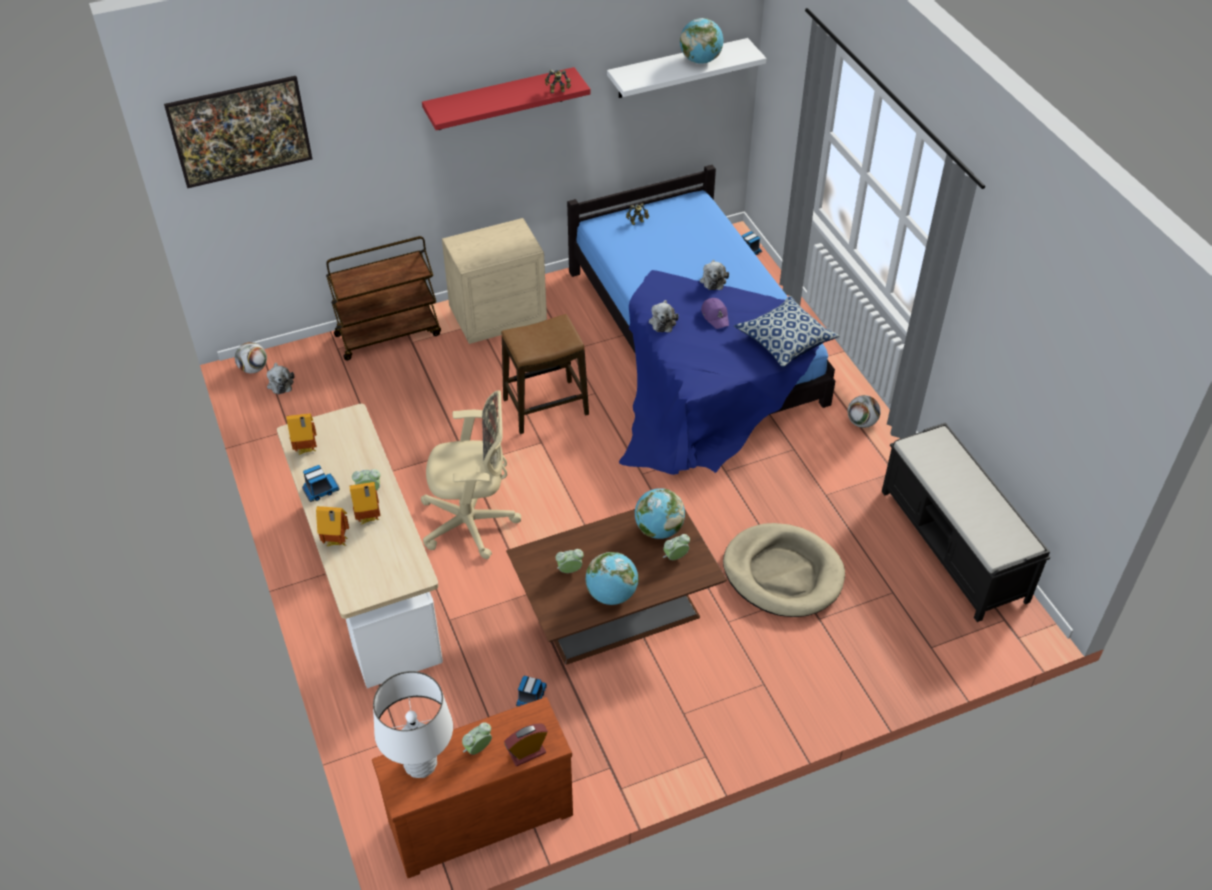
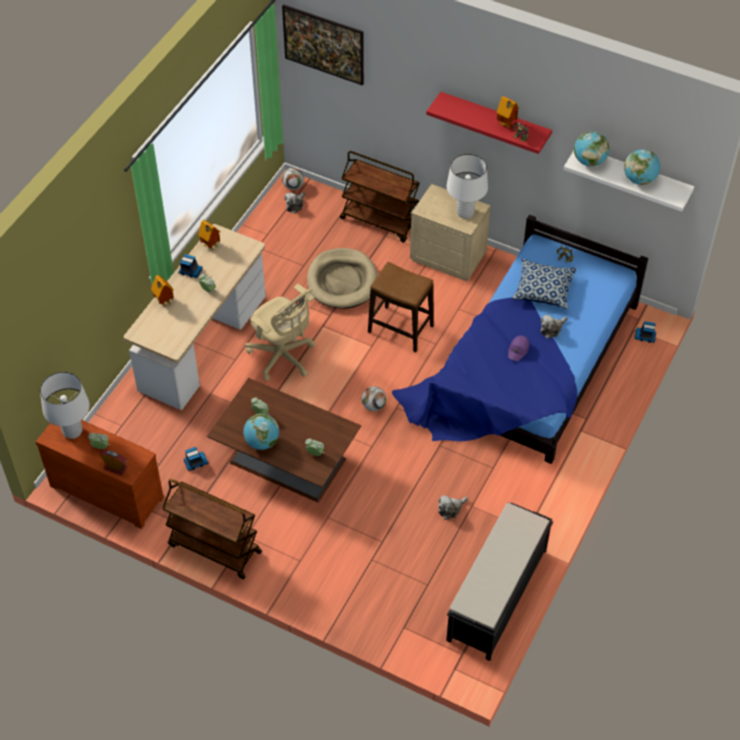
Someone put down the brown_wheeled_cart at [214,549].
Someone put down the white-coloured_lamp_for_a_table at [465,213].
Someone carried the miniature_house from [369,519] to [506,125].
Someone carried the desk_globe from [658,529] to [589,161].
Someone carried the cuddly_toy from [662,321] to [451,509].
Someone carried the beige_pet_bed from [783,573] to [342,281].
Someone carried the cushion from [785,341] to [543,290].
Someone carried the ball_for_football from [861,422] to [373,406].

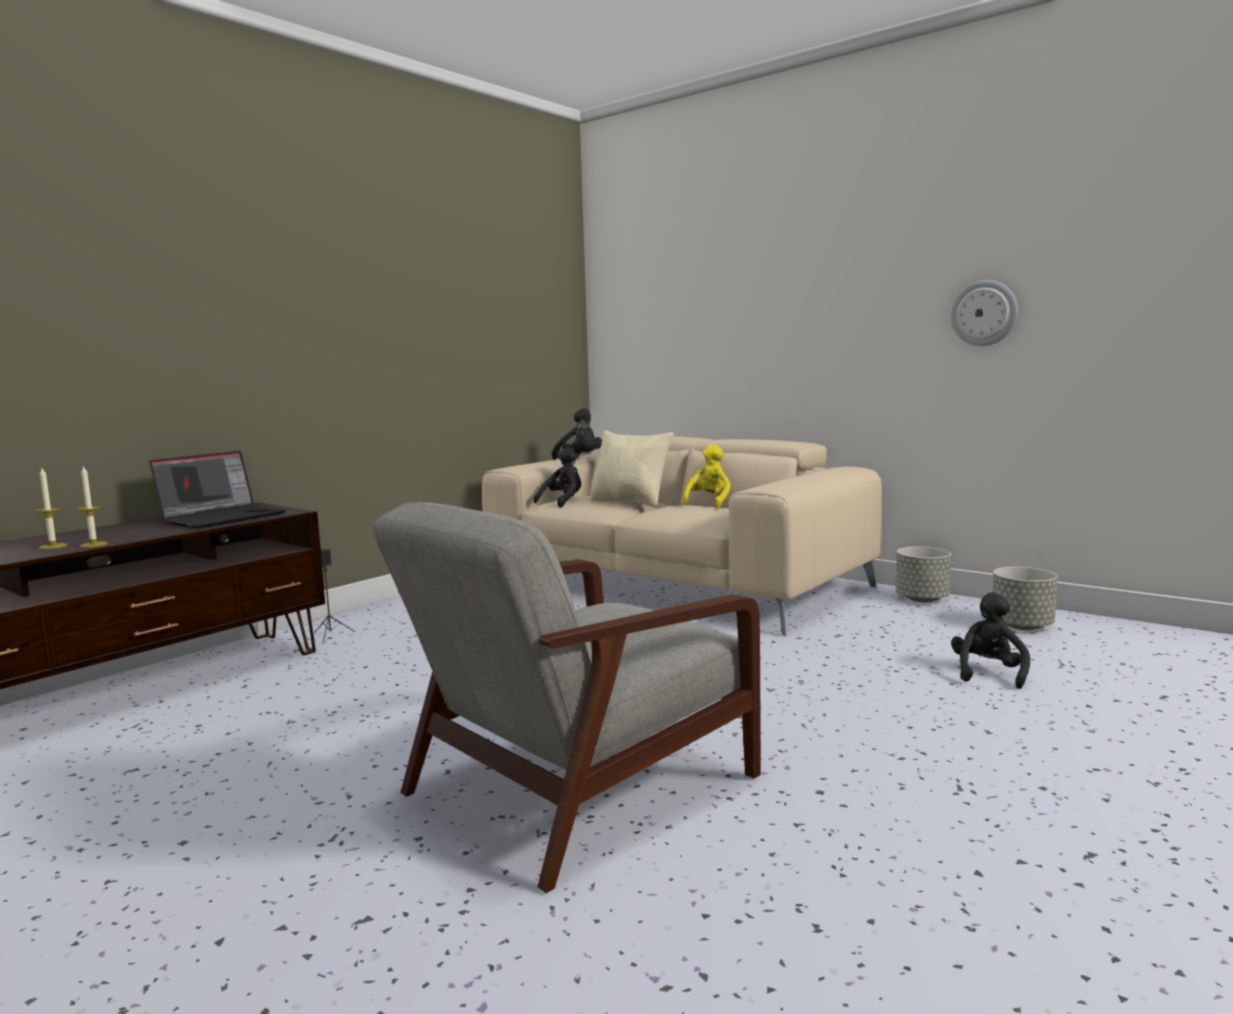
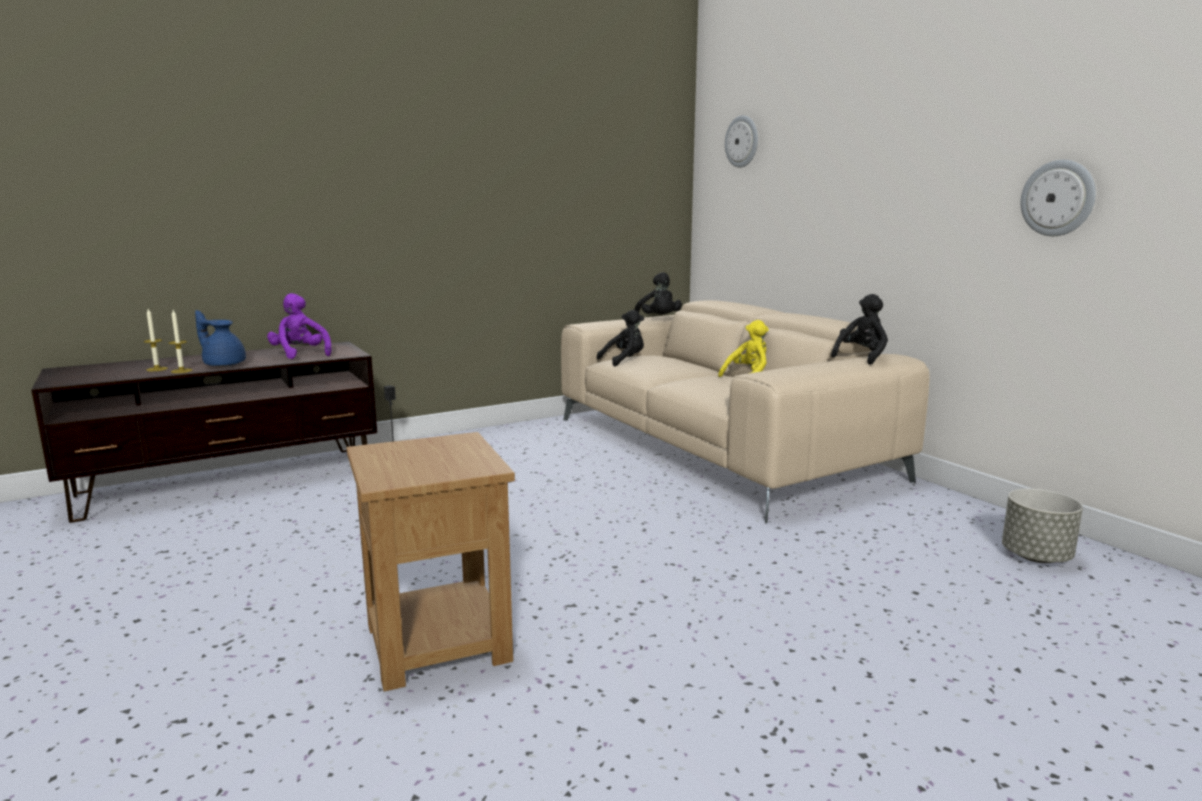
Someone took away the beige_cushion at [630,502].
Someone took away the greyish_flower_pot at [922,599].
Someone put down the blue-coloured_teapot at [223,364].
Someone put up the wall_clock at [742,141].
Someone carried the black-coloured_cuddly_toy from [988,673] to [861,357].
Someone swapped the laptop at [223,517] for the purple-coloured_cuddly_toy at [300,354].
Someone swapped the greyish_lounge_chair at [576,787] for the brown_side_table at [436,641].

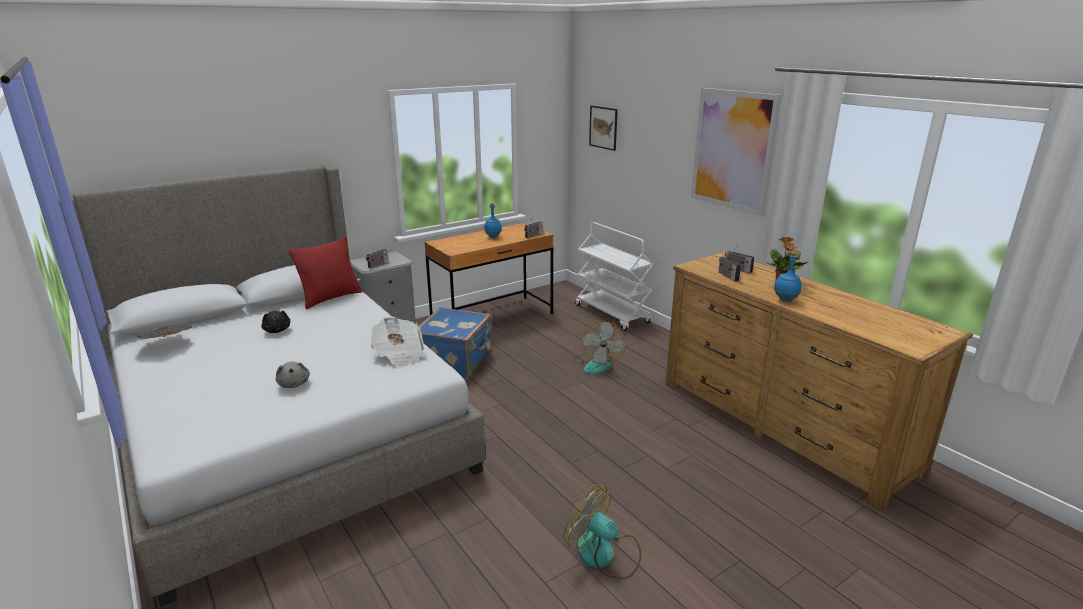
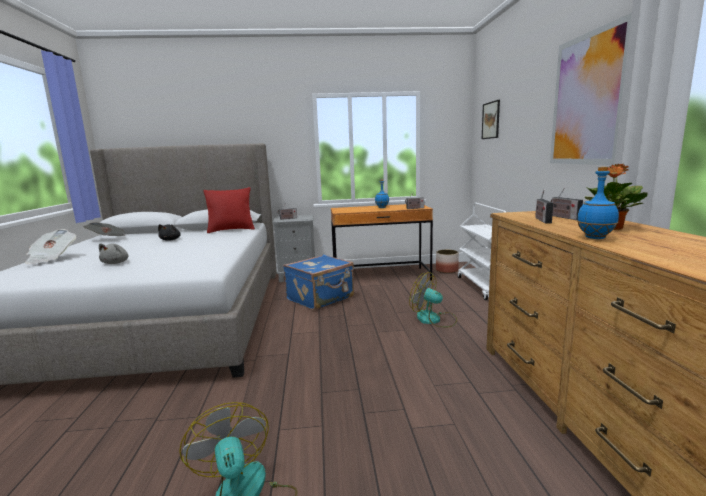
Someone put down the flower_pot at [446,270].
Someone carried the printed_paper from [399,355] to [51,258].
Someone rotated the electric_fan at [597,364] by 90 degrees clockwise.

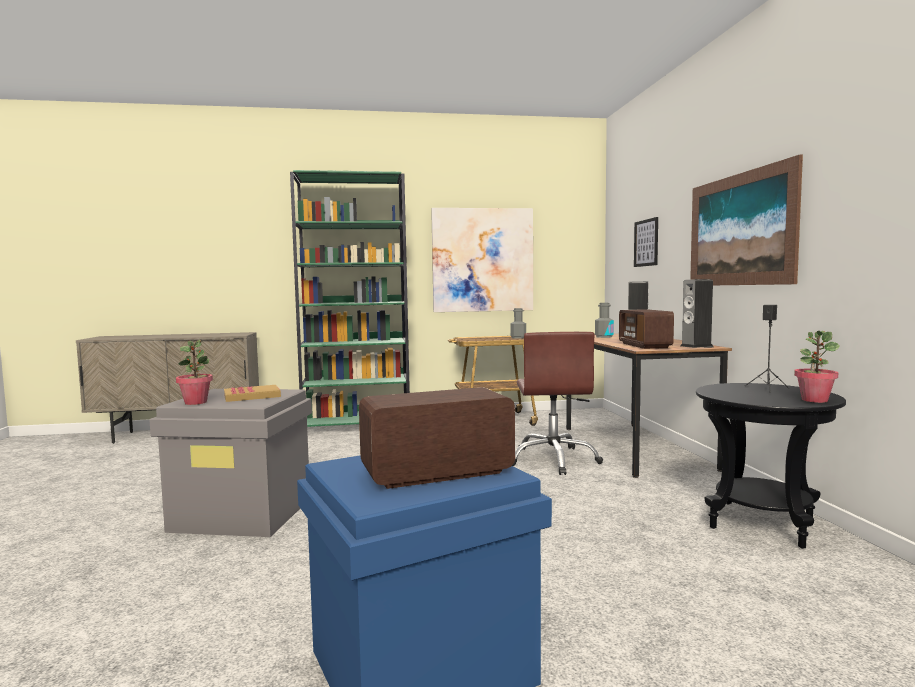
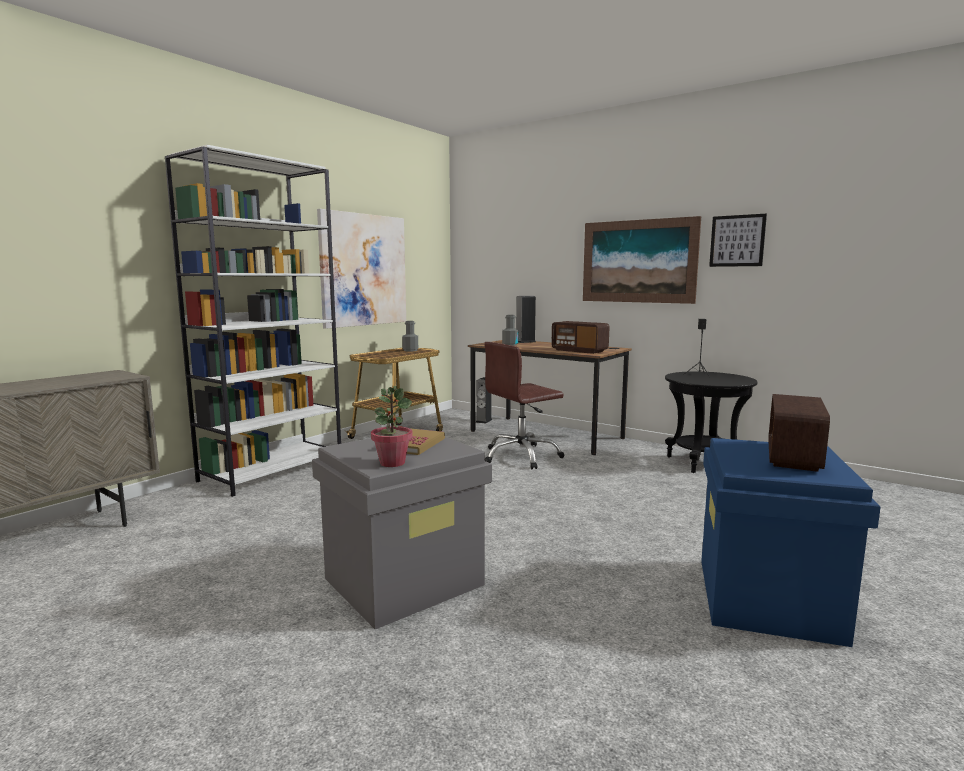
Someone took away the plant_in_a_pot at [814,400].
Someone carried the wall_picture from [646,243] to [737,241].
Someone carried the audio_speaker from [696,346] to [484,421].
Someone repainted the green_bookshelf at [358,426], which became the white-coloured_bookshelf at [273,470].
Someone rotated the brown_computer_chair at [553,460] by 105 degrees clockwise.

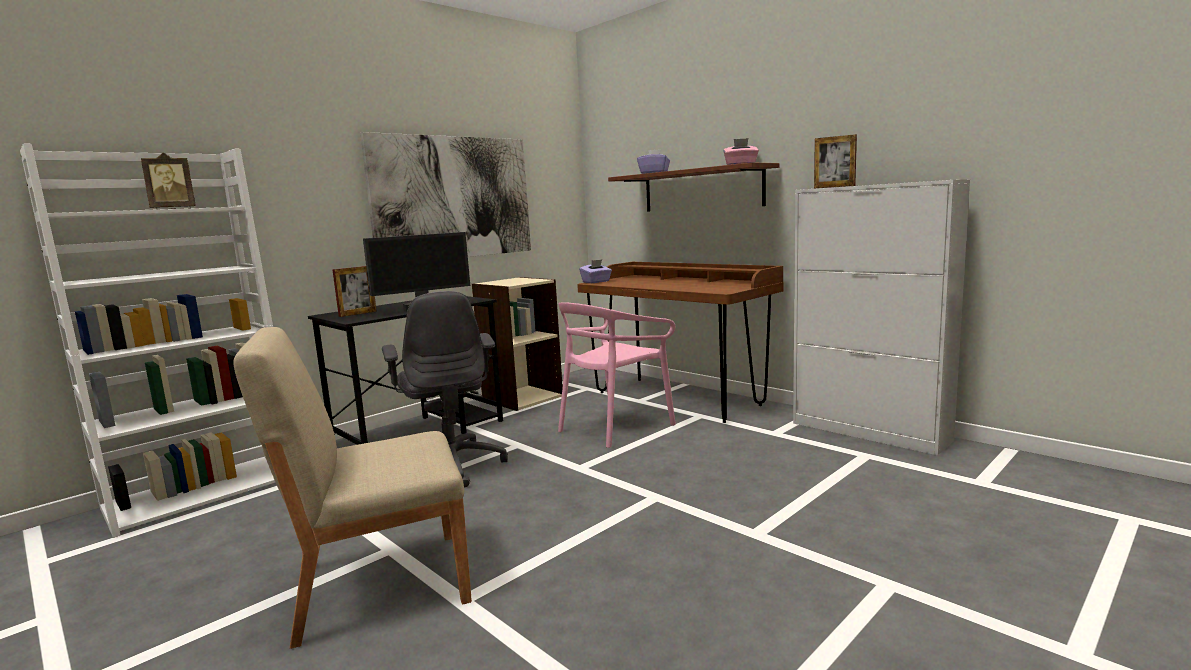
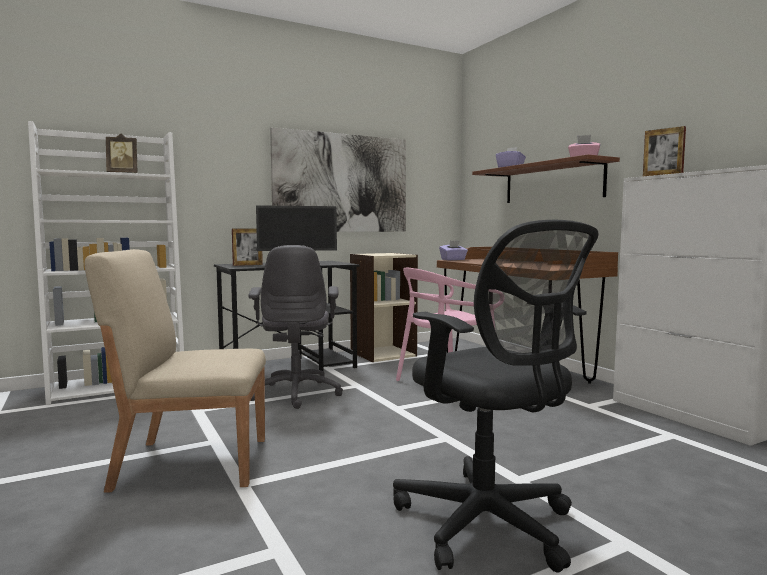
Someone put down the black-coloured_computer_chair at [489,526].

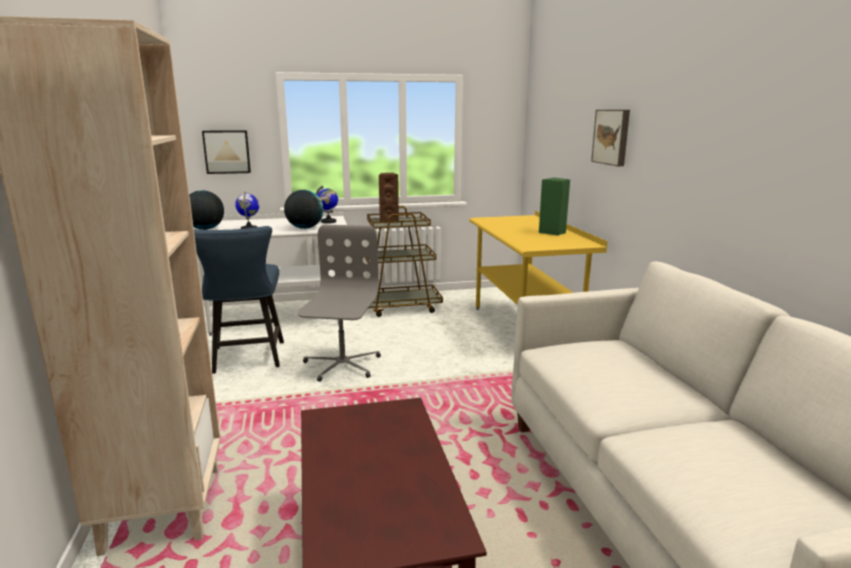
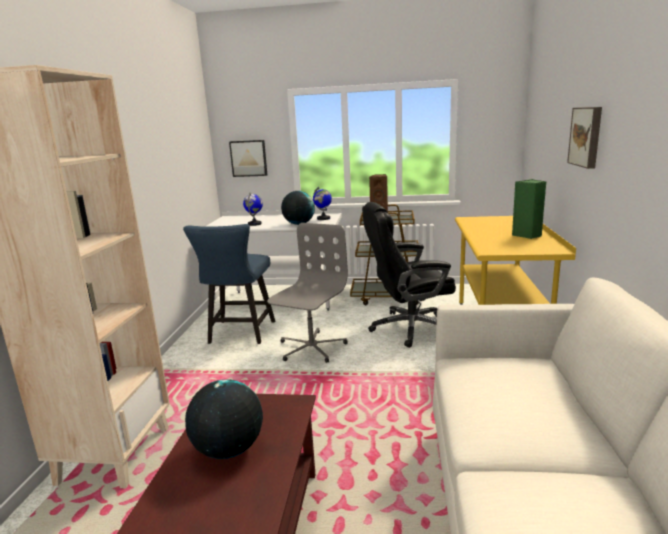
Someone put down the black-coloured_computer_chair at [409,328].
Someone carried the desk_globe from [205,229] to [228,450].

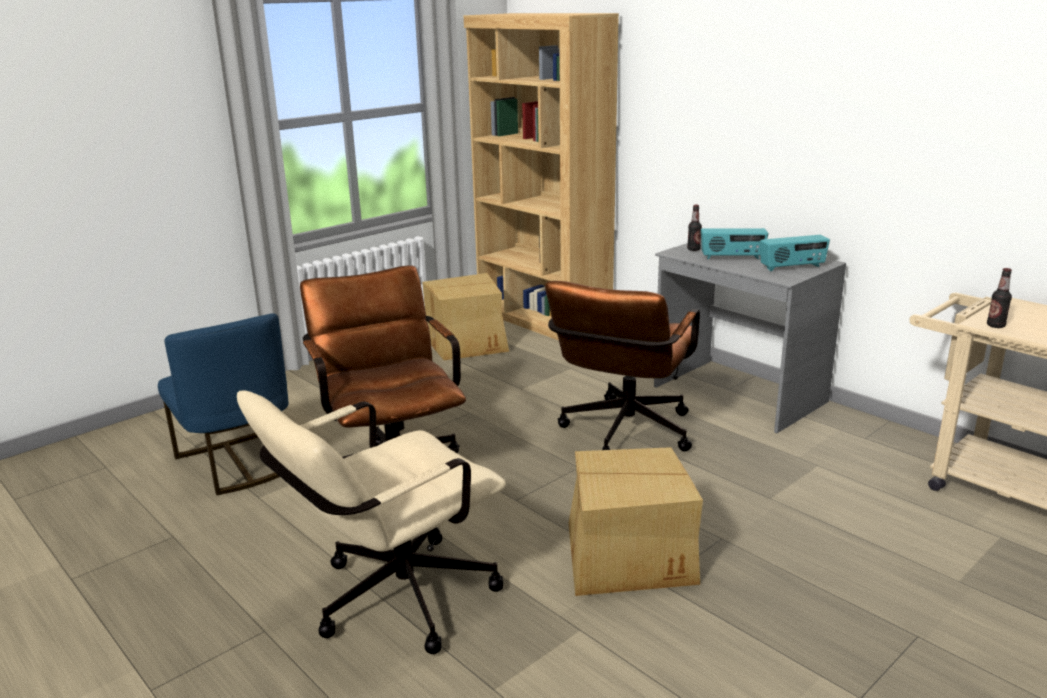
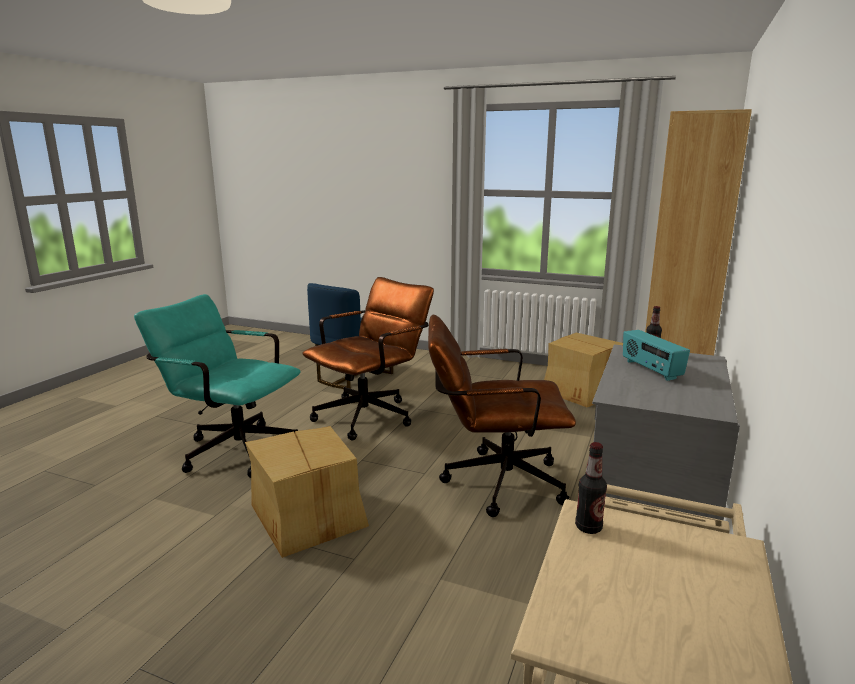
Someone took away the radio at [792,267].
Someone repainted the beige_computer_chair at [390,602], which became the turquoise-coloured_computer_chair at [232,449].

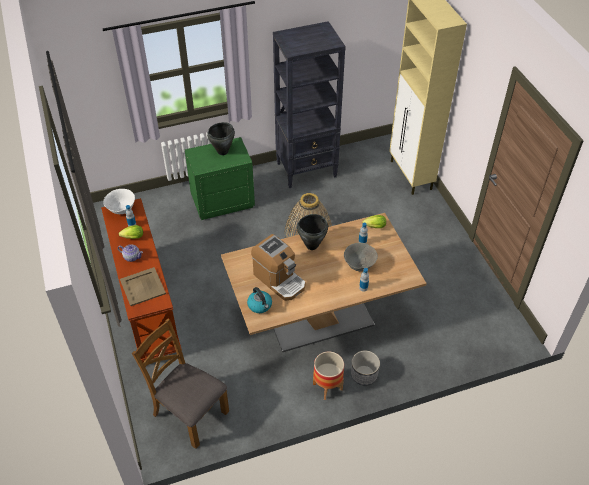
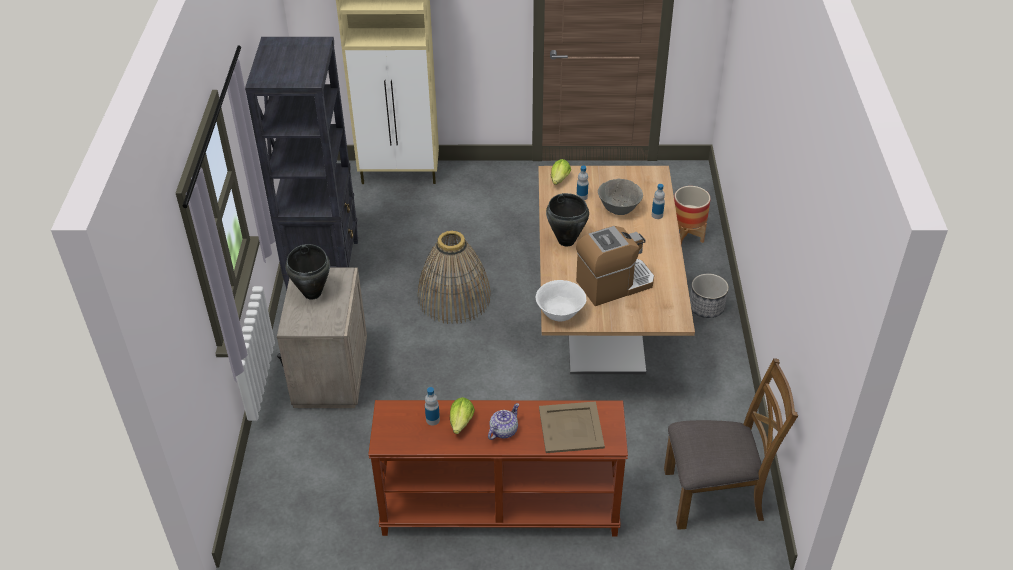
Someone took away the kettle at [260,305].
Someone carried the white-coloured_deep_dish from [122,210] to [560,314].
Someone carried the flower_pot from [327,387] to [687,236].
Someone repainted the green_night_table at [222,201], which became the beige_night_table at [329,374].
Someone rotated the brown_upright_chair at [189,413] by 150 degrees counterclockwise.

